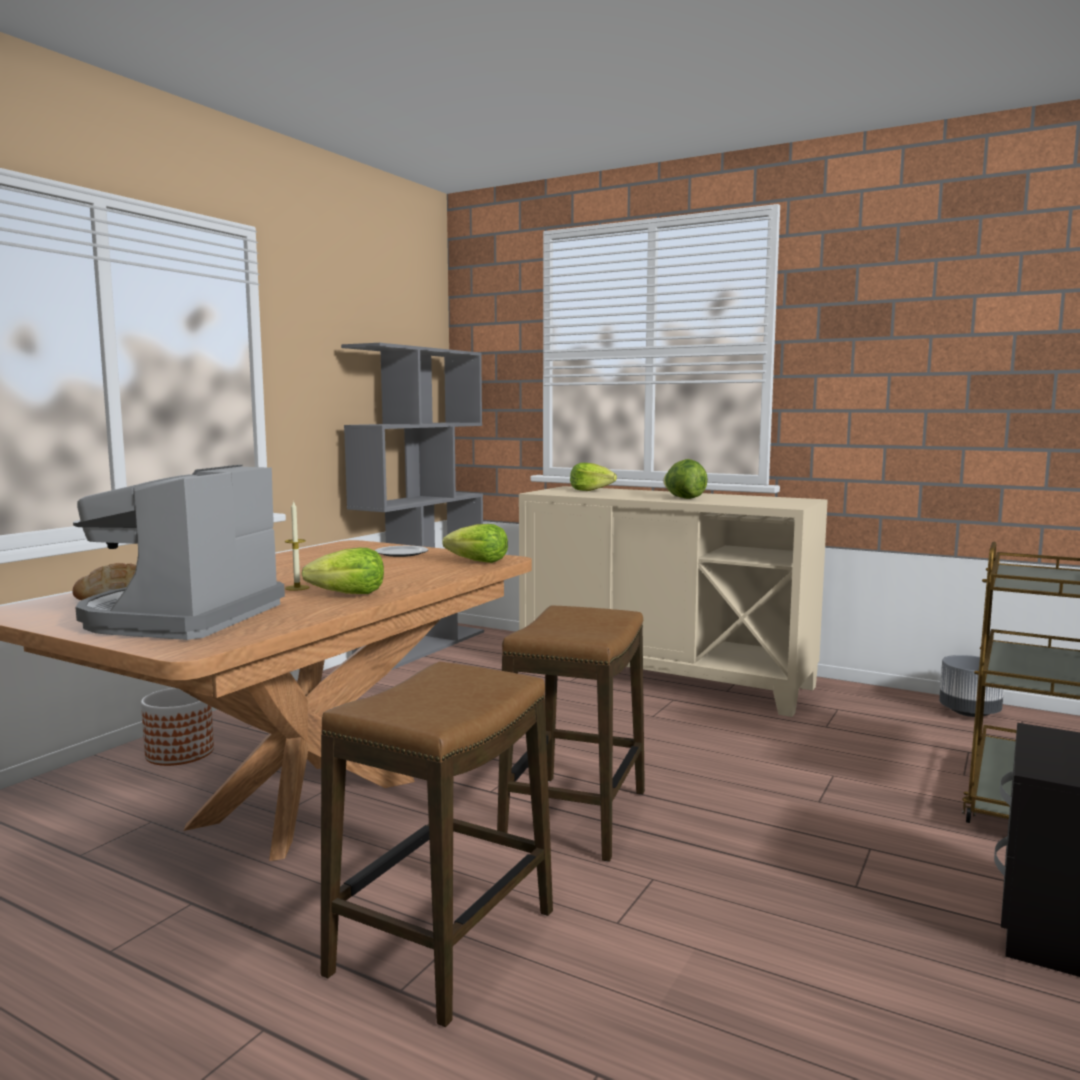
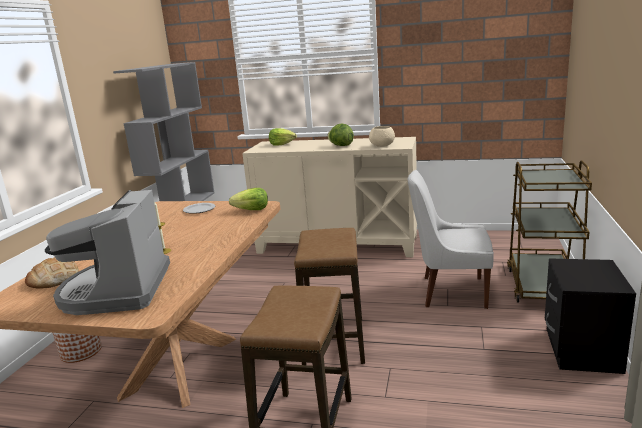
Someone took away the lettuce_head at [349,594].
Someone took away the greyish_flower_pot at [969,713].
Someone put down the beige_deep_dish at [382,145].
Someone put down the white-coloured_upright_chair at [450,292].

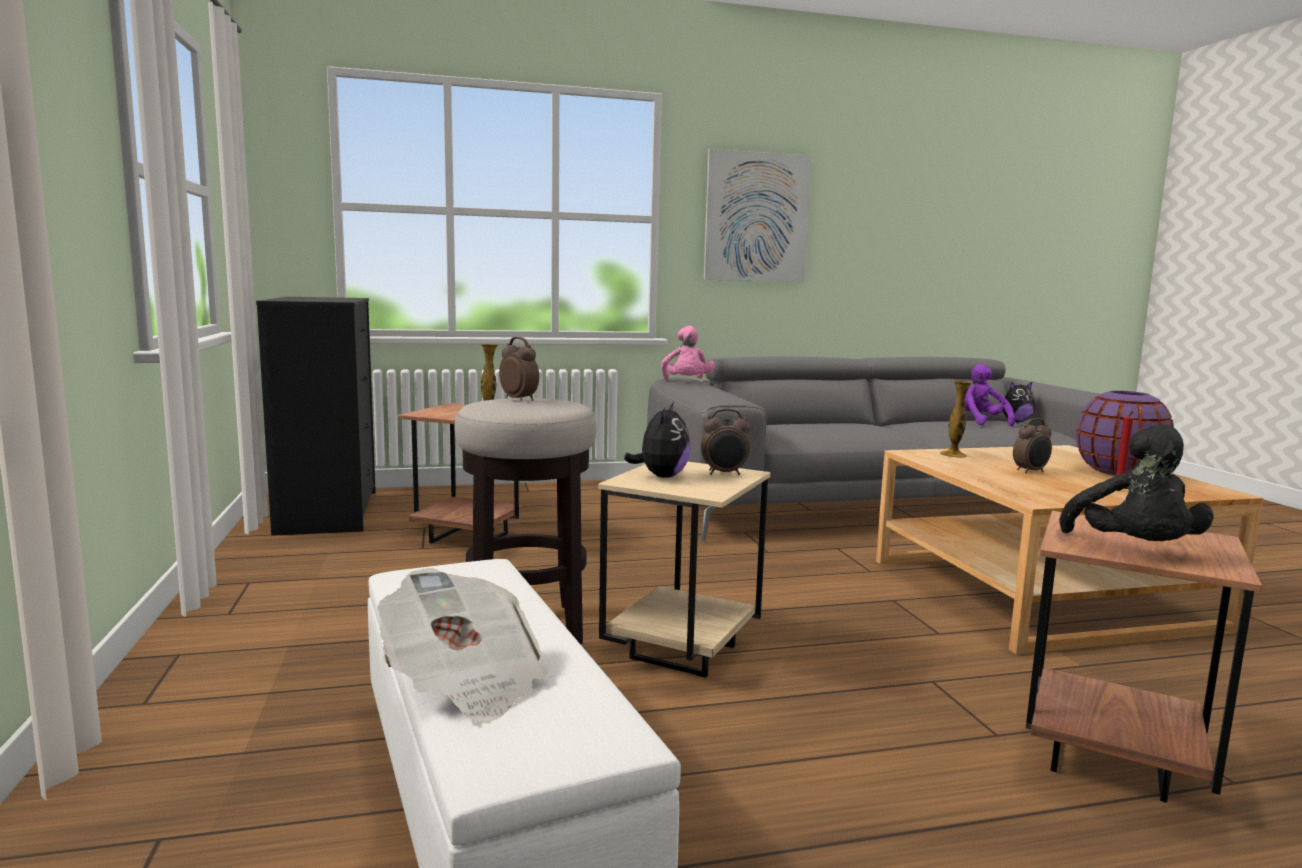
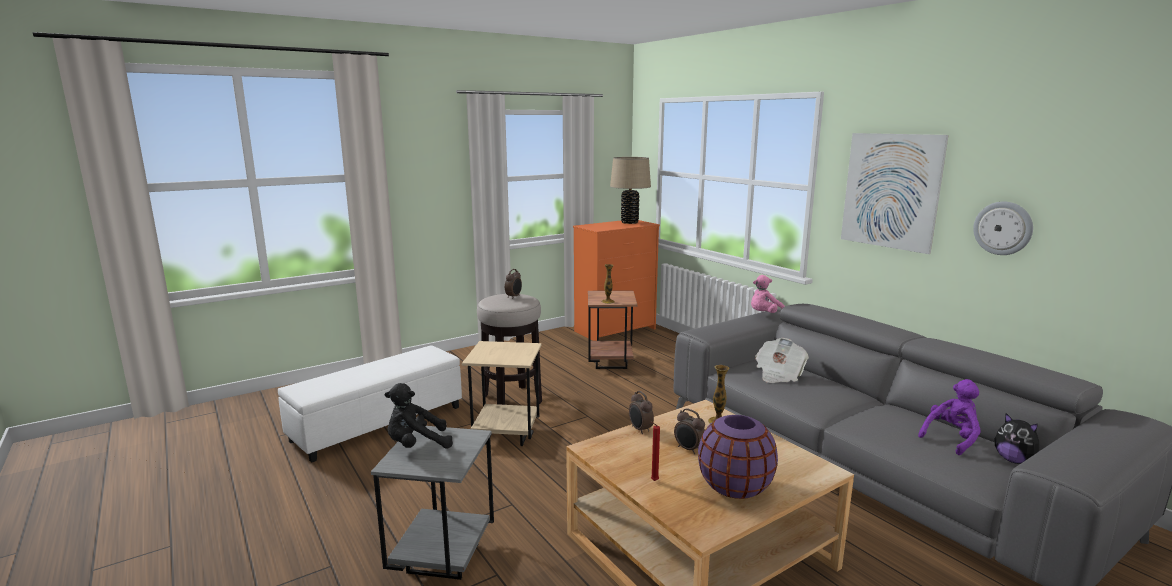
Someone took away the cuddly_toy at [661,476].
Someone put down the beige_lamp_for_a_table at [629,222].
Someone put up the wall_clock at [1003,228].
Someone carried the printed_paper from [464,683] to [778,374].
Someone carried the alarm_clock from [724,473] to [640,430].
Someone repainted the black-coloured_drawer_chest at [328,511], which became the orange-coloured_drawer_chest at [615,330].
Someone repainted the brown_side_table at [1110,762], which became the greyish_side_table at [441,559].

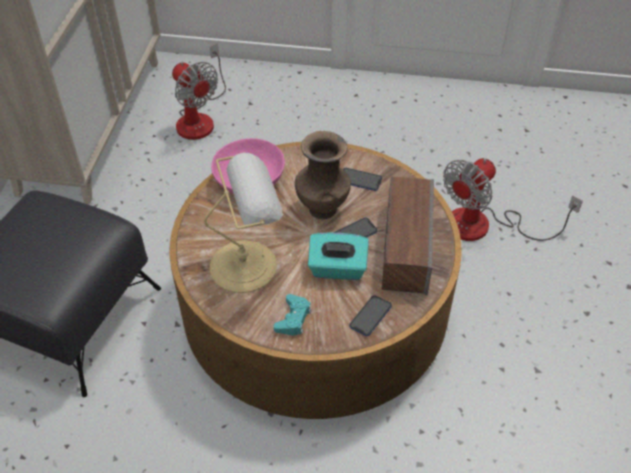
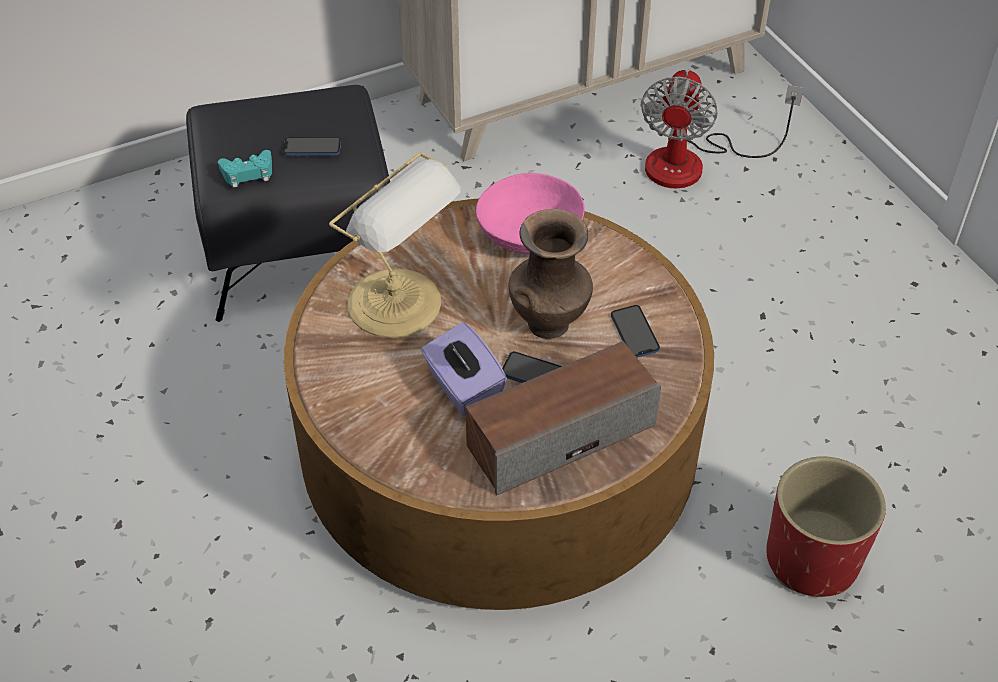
Someone carried the turquoise-coloured_game_controller from [293,319] to [248,173].
Someone carried the handset from [370,316] to [312,148].
Someone swapped the electric_fan at [484,226] for the red-coloured_flower_pot at [812,560].
Someone repainted the turquoise-coloured_tissue_box at [337,269], which became the purple-coloured_tissue_box at [463,387].

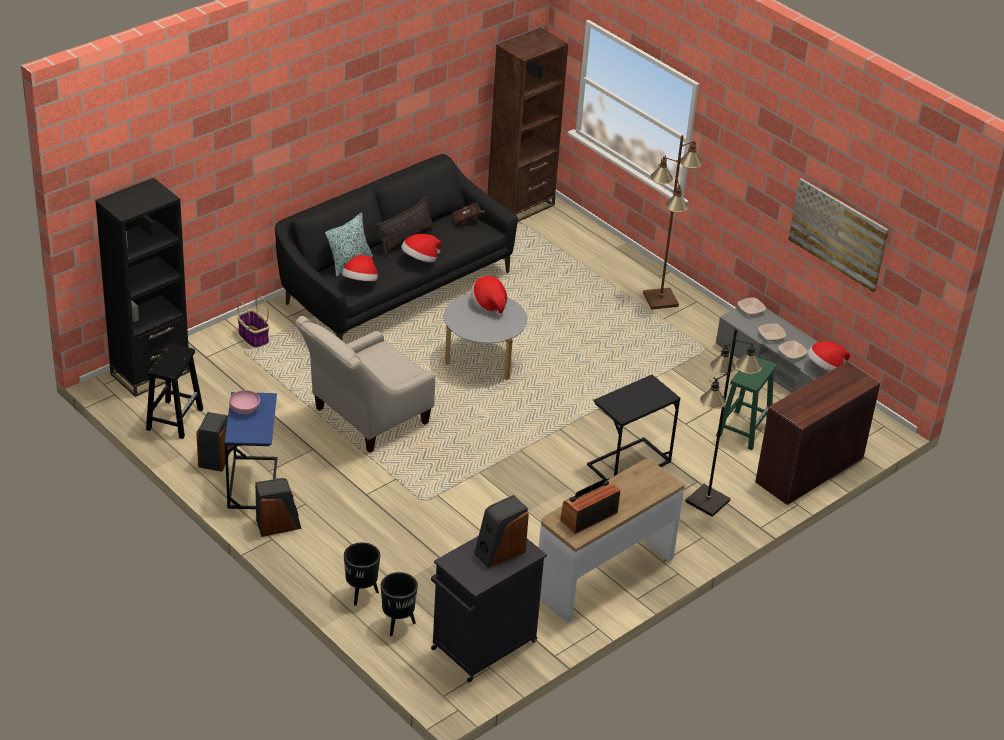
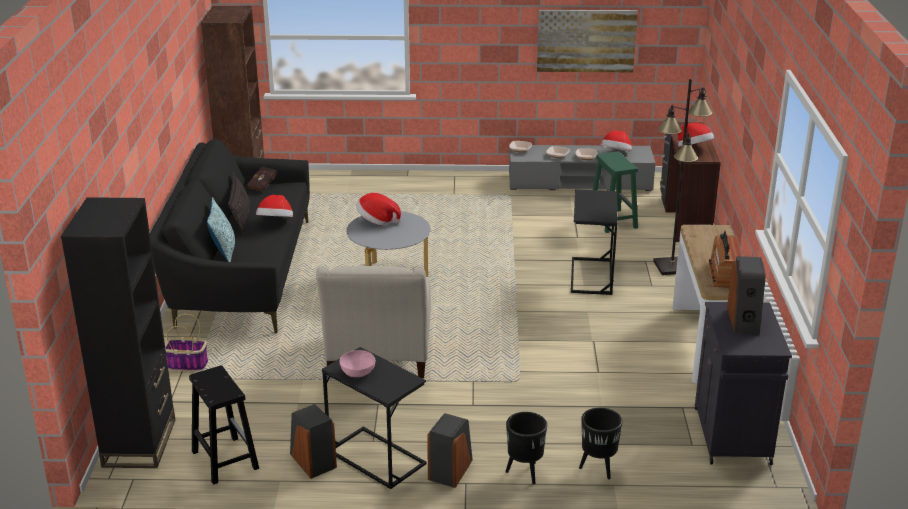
Someone took away the brown_standing_lamp at [661,300].
Someone carried the hat from [360,282] to [693,149].
Someone carried the black-coloured_flower_pot from [397,624] to [524,473].
Someone repainted the blue-coloured_side_table at [252,483], which became the black-coloured_side_table at [376,458].

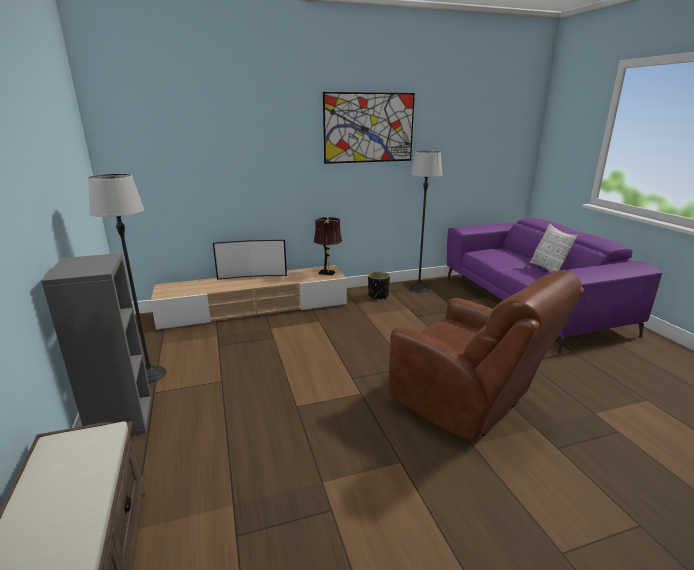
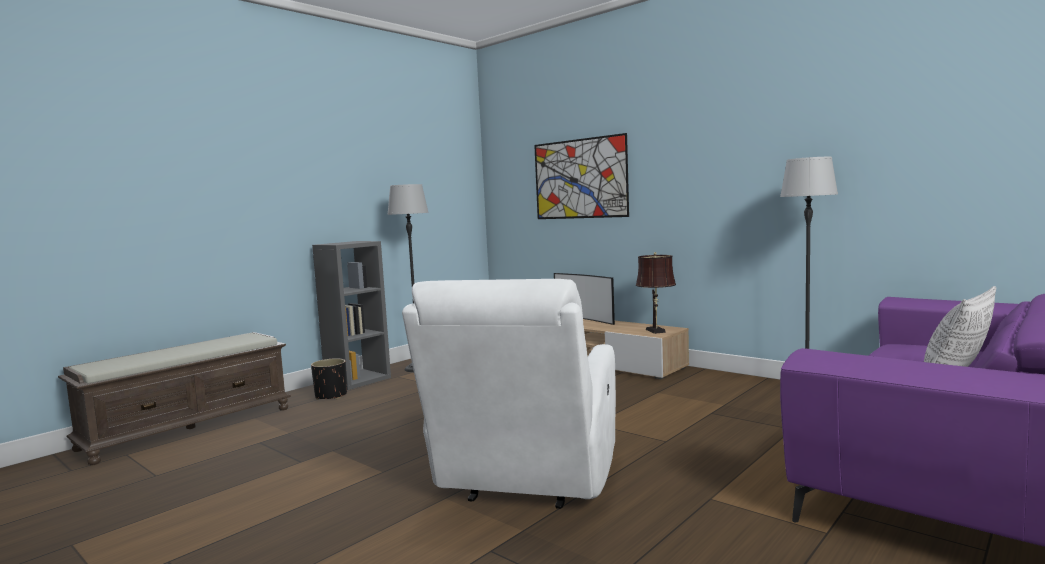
Someone carried the wall_picture from [369,128] to [579,179].
Someone carried the black-coloured_flower_pot from [378,296] to [331,396].
Someone repainted the brown_lounge_chair at [468,405], which became the white-coloured_lounge_chair at [525,482].

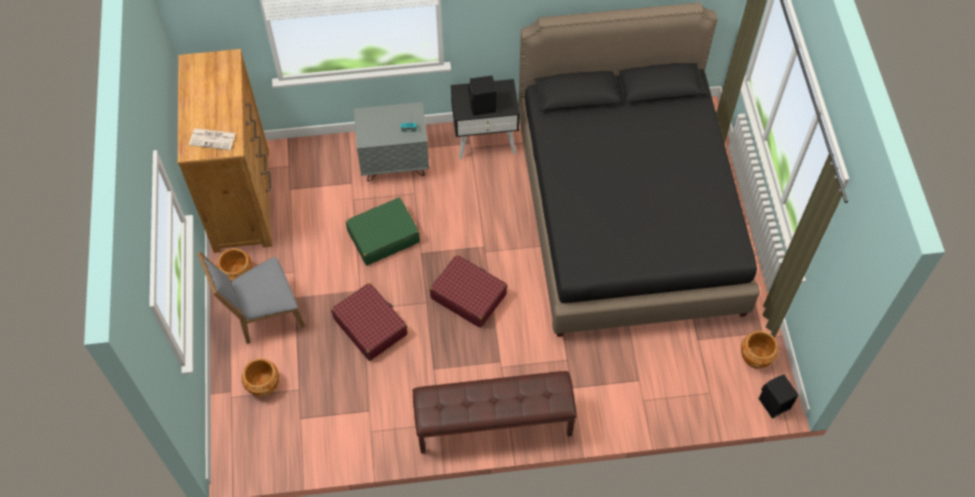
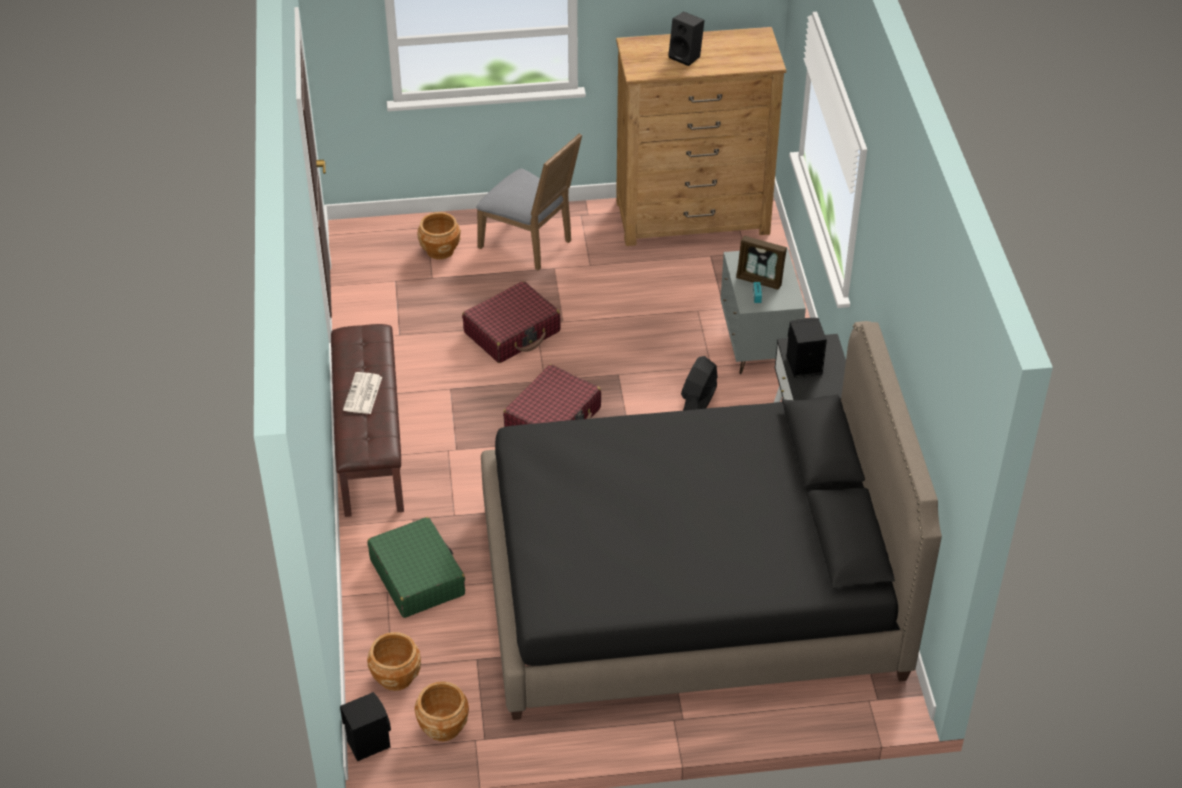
Someone put down the black-coloured_audio_speaker at [686,56].
Someone put down the black-coloured_electric_fan at [699,401].
Someone put down the photo_frame at [760,280].
Someone carried the printed_paper from [213,139] to [363,394].
Someone carried the brown_flower_pot from [238,275] to [396,676].
Someone carried the green_piece_of_luggage from [383,237] to [417,576].
Someone rotated the greyish_upright_chair at [263,315] by 150 degrees clockwise.

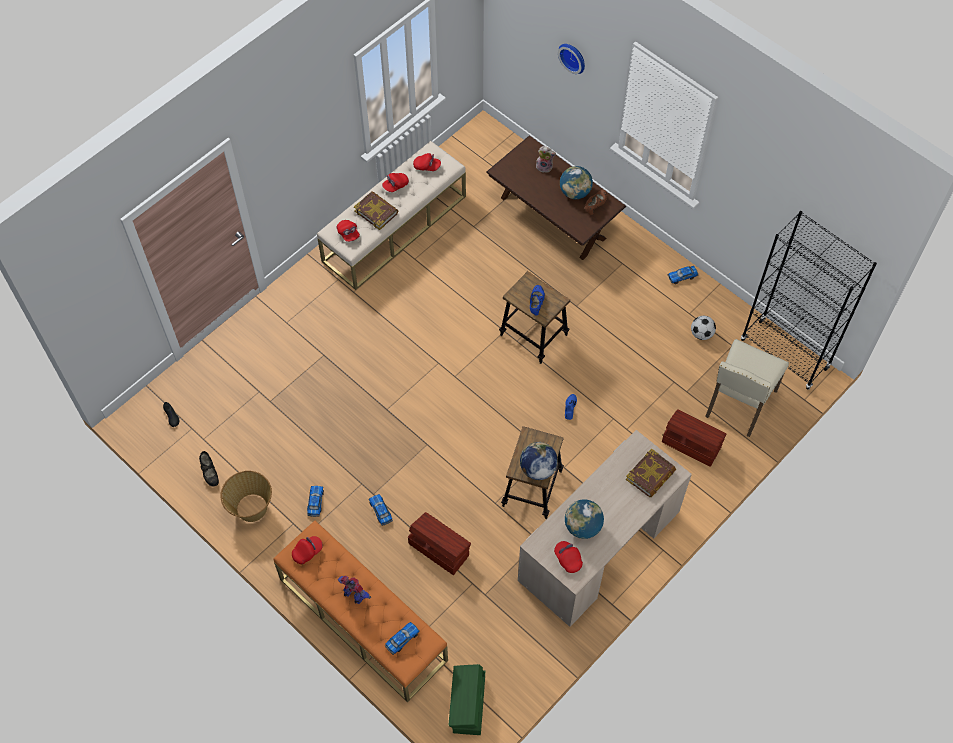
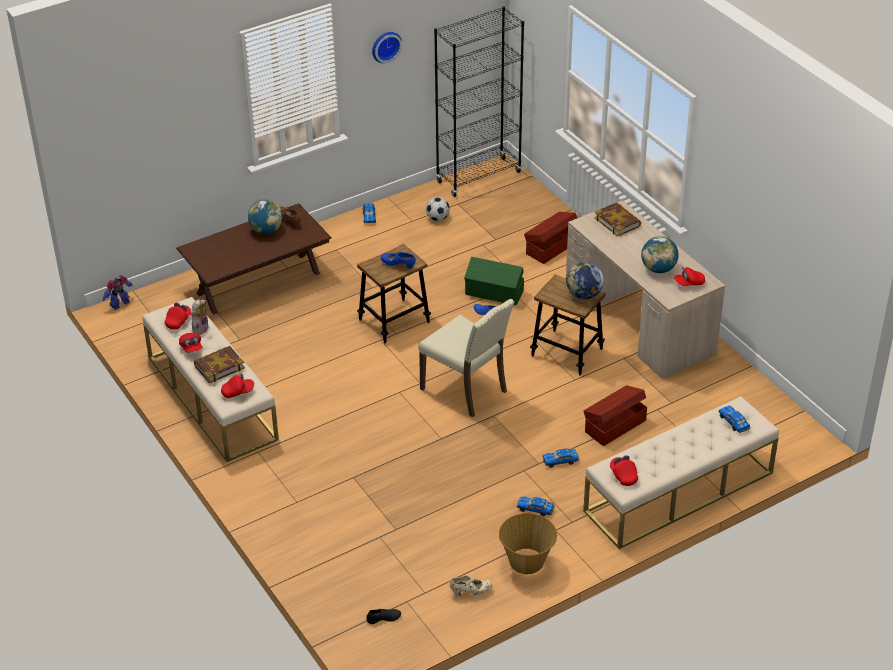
Someone carried the model_robot from [354,595] to [121,304].
Someone carried the green_storage_box from [468,705] to [494,293].
Someone carried the cuddly_toy from [545,167] to [200,328].
Someone carried the wall_clock from [573,57] to [385,46].
Someone carried the beige_upright_chair from [738,404] to [466,390].
Someone repainted the black-coloured_shoe at [210,473], which became the beige_shoe at [471,592].
Someone repainted the orange-coloured_indoor_bench at [362,619], which became the beige_indoor_bench at [678,492].

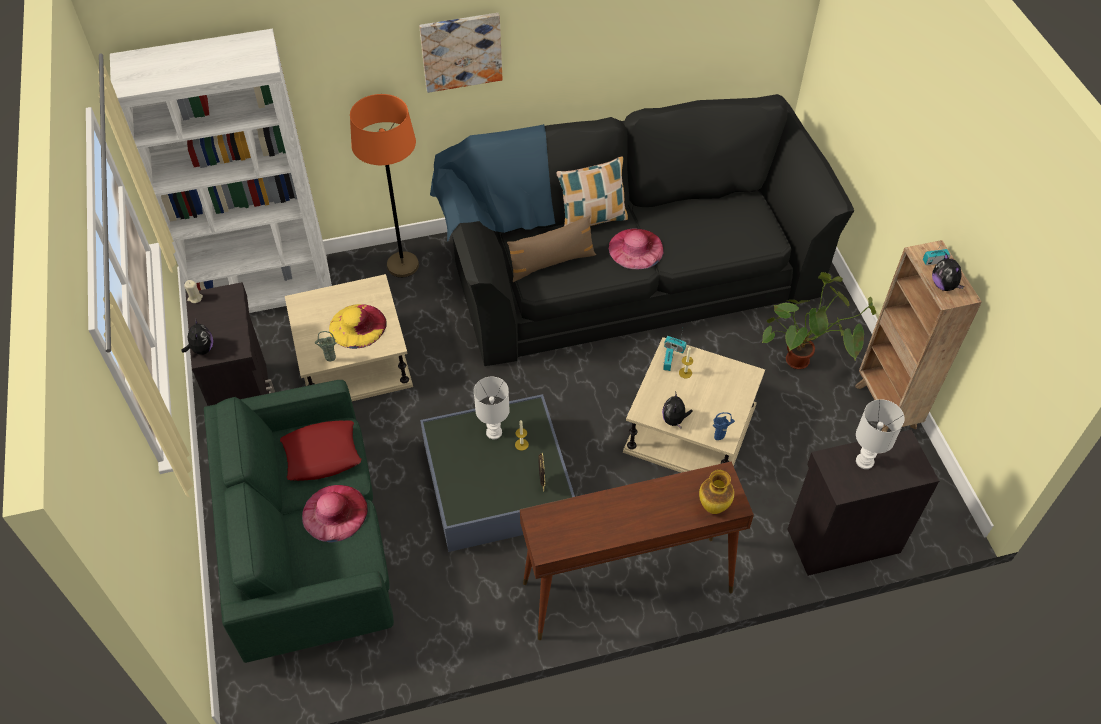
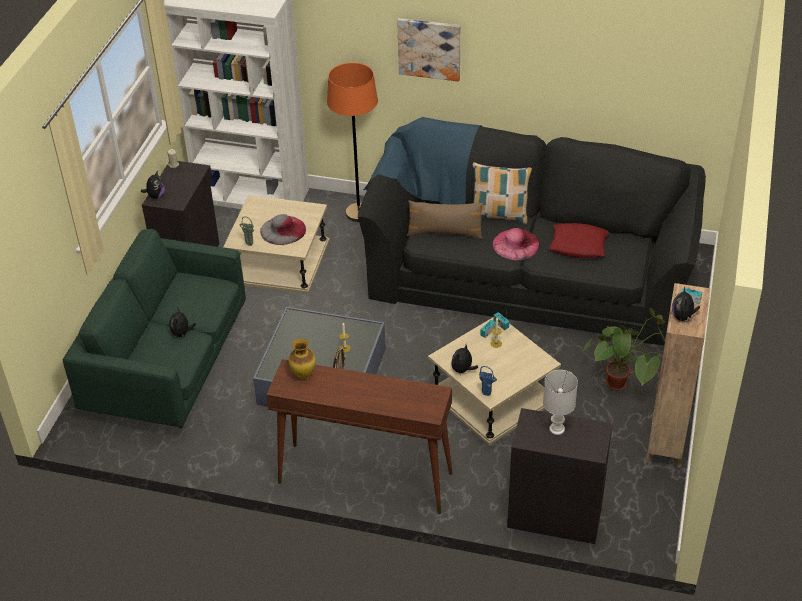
Someone took away the white-coloured_lamp_for_a_table at [493,433].
Someone carried the red-coloured_cushion from [322,454] to [578,245].
Someone carried the vase from [713,508] to [303,375].
Someone swapped the pink-coloured_hat at [334,513] for the cuddly_toy at [182,333].
Someone repainted the yellowish_hat at [357,326], which became the greyish_hat at [283,230].

